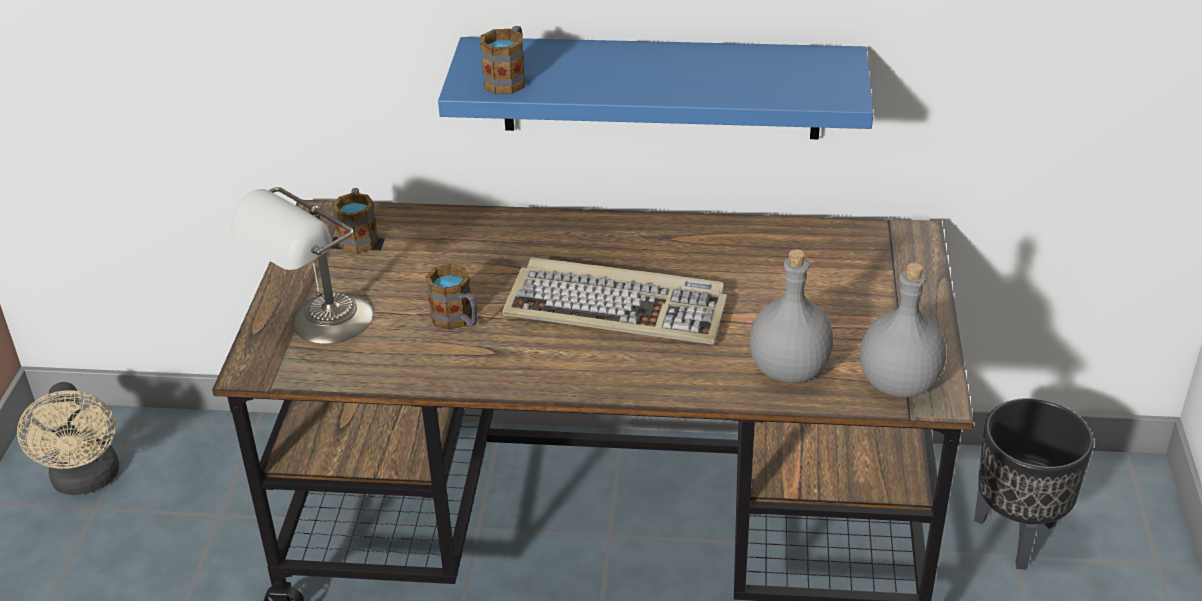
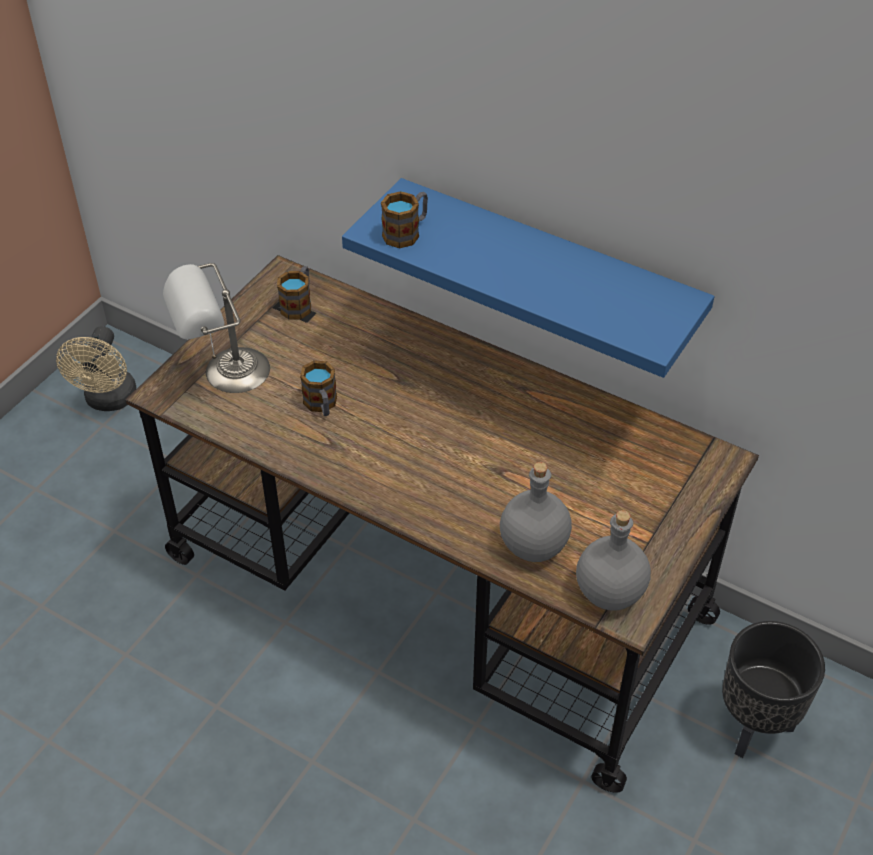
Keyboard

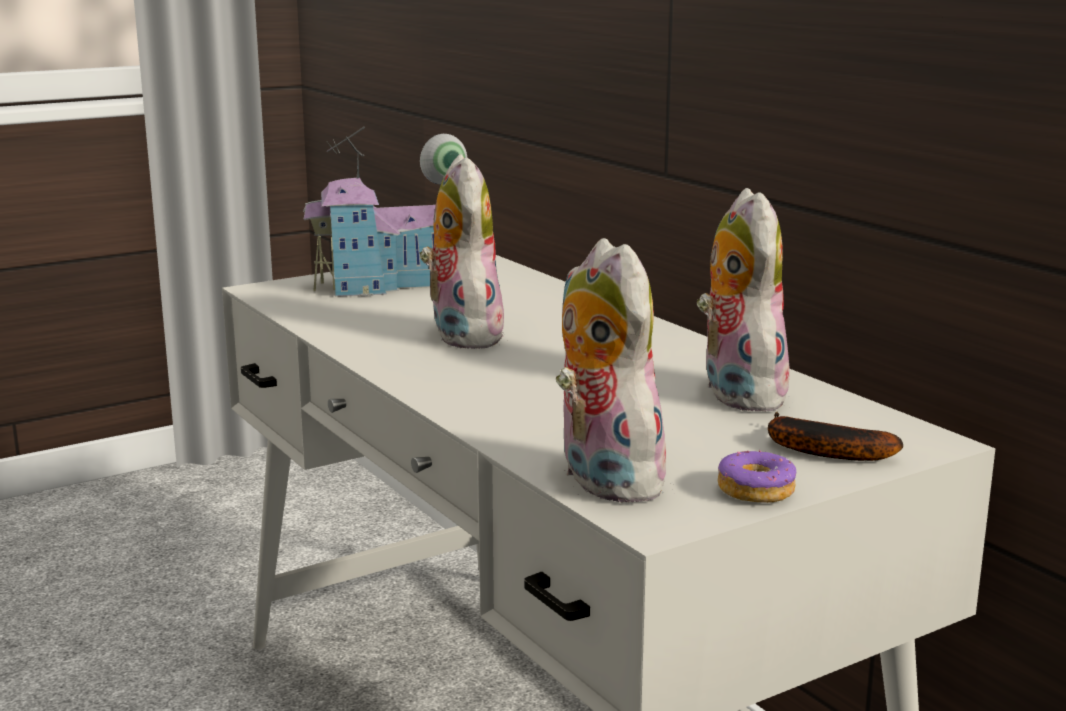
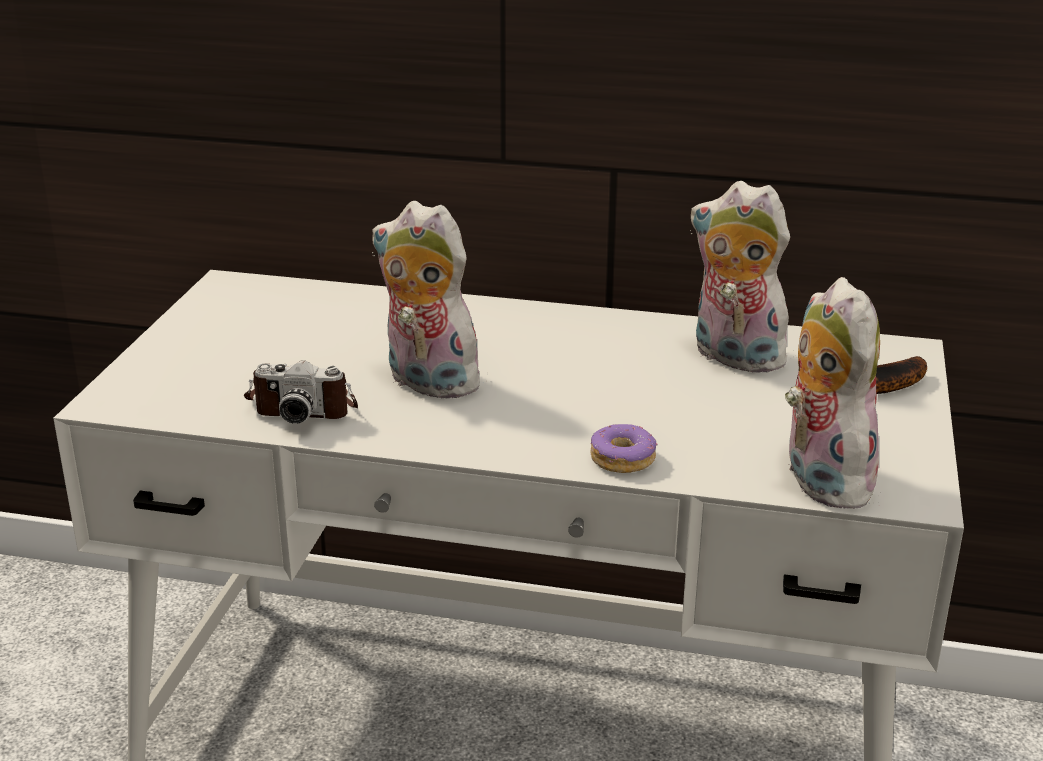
ToyHouse
PlushToy (3rd from left)
Donut
PhotoCamera

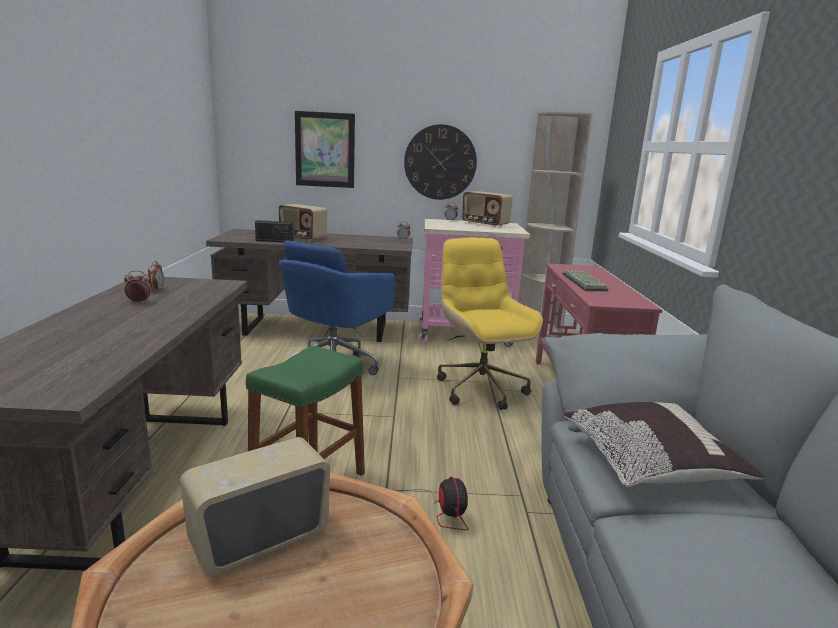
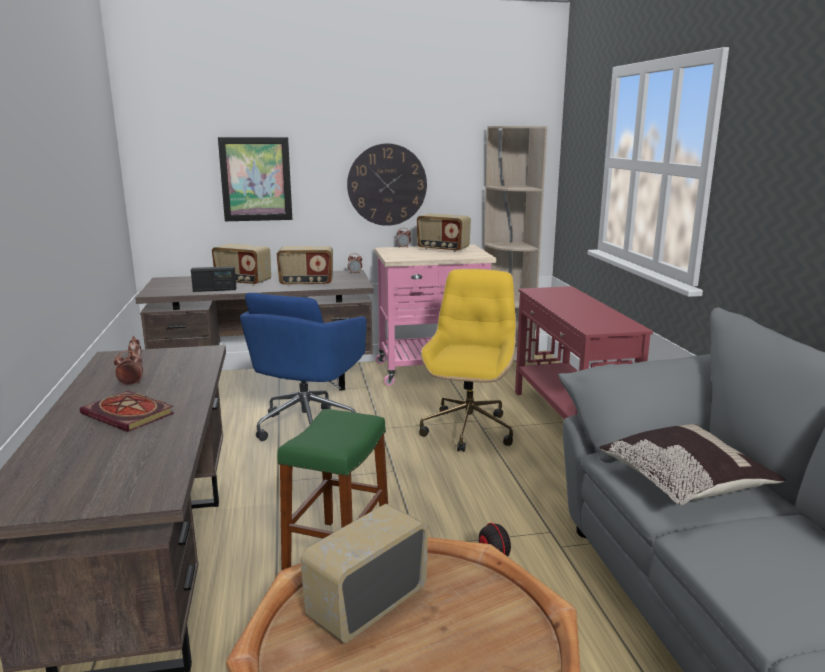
YellowOfficeChair
Keyboard
Radio (3rd from left)
Book

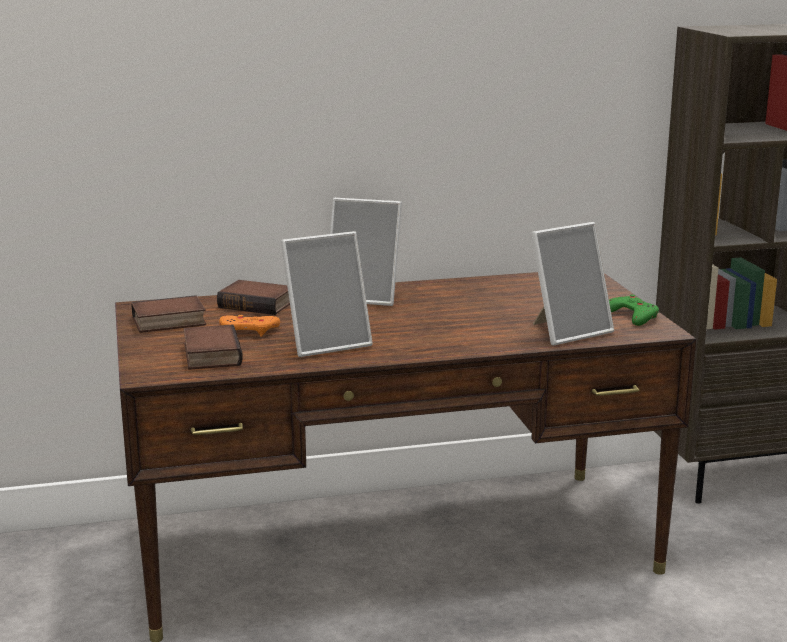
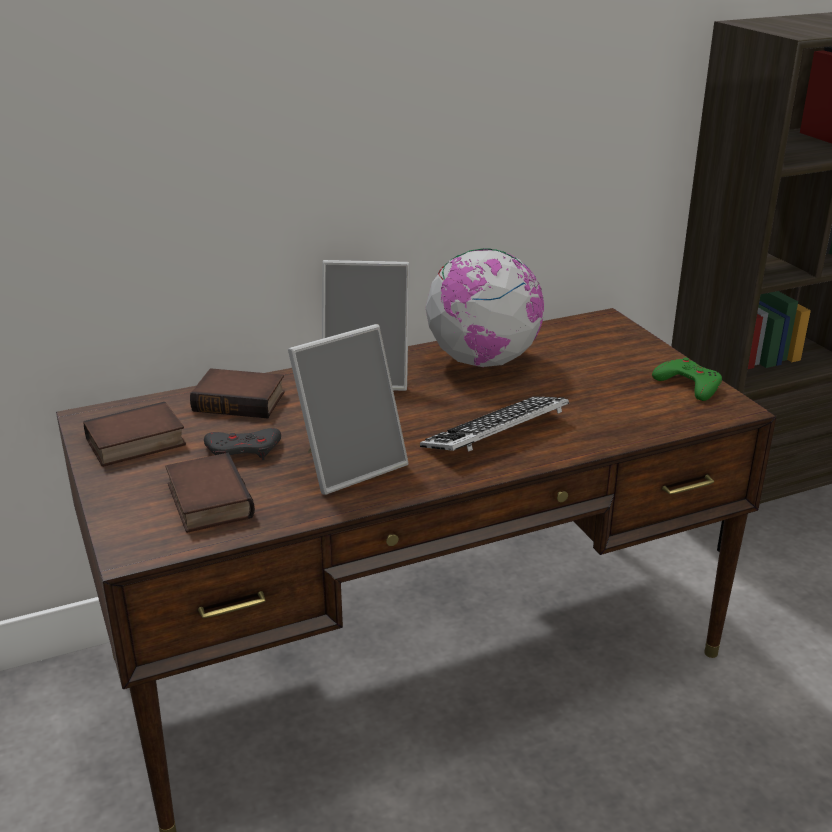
PictureFrame (3rd from left in the first image)
GreyGameController
Globe
Keyboard

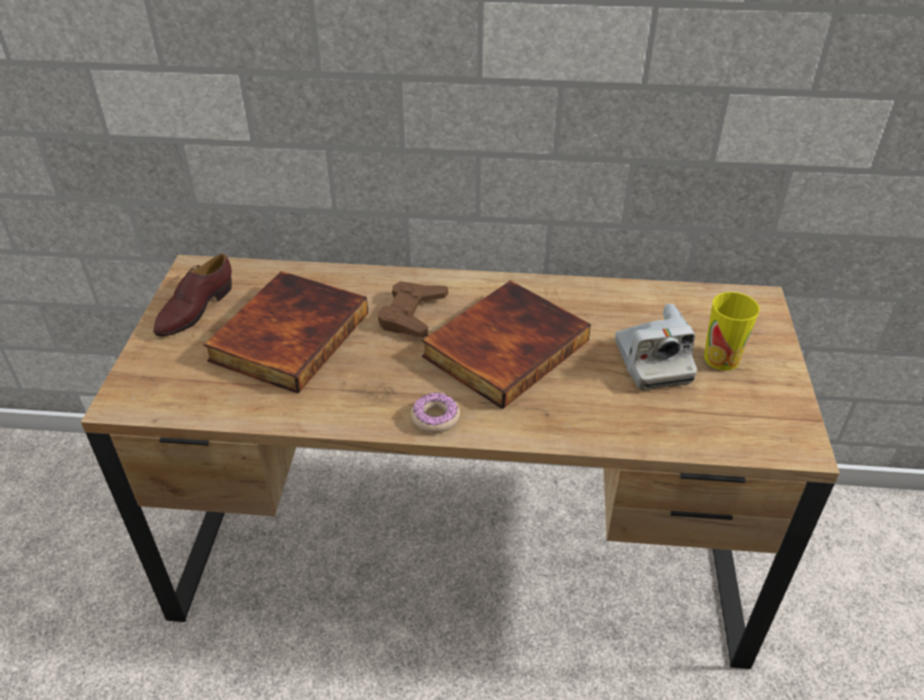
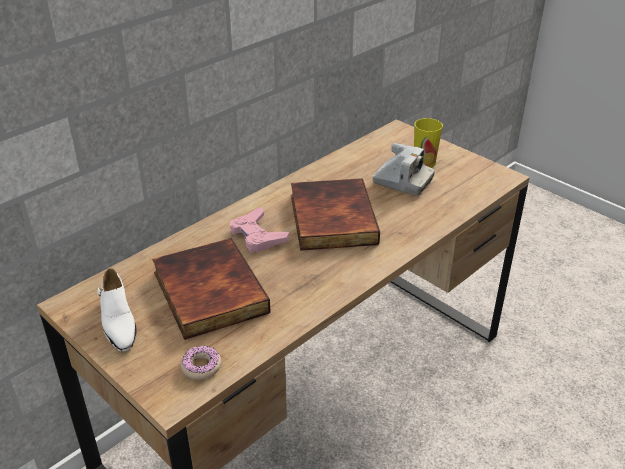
WhiteShoe
PinkGameController
Donut

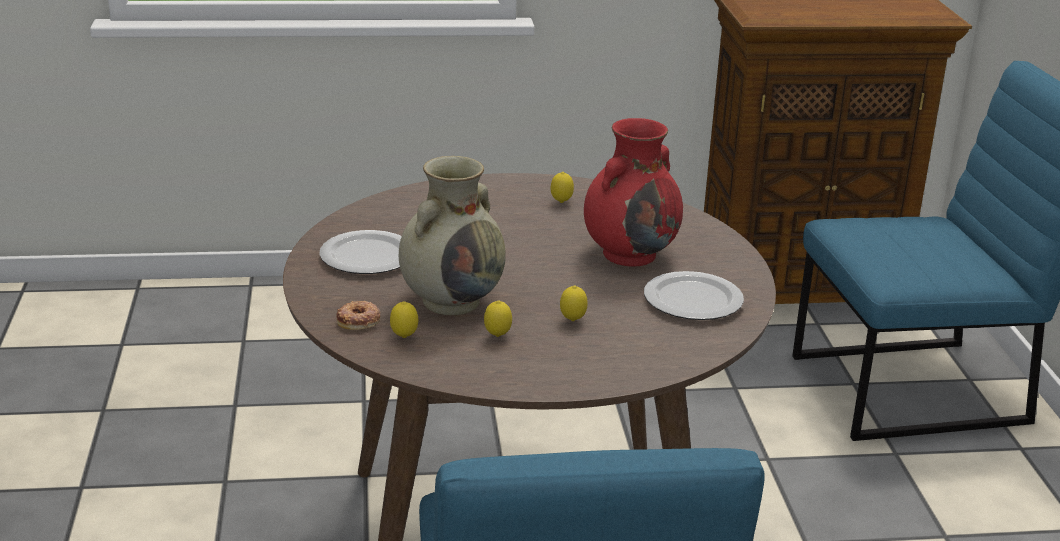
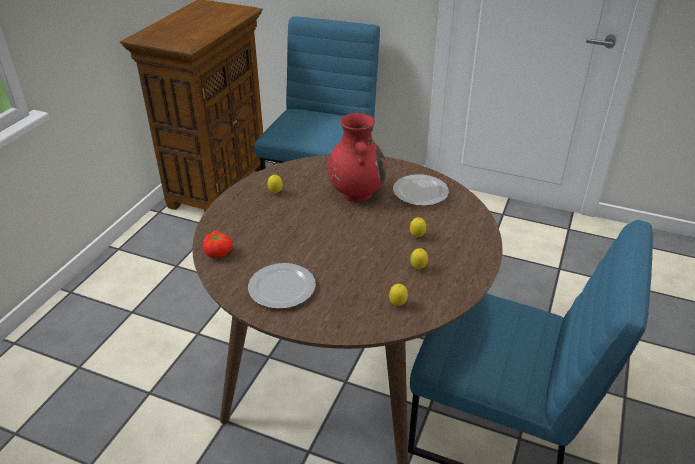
BeigeVase
Donut
Tomato

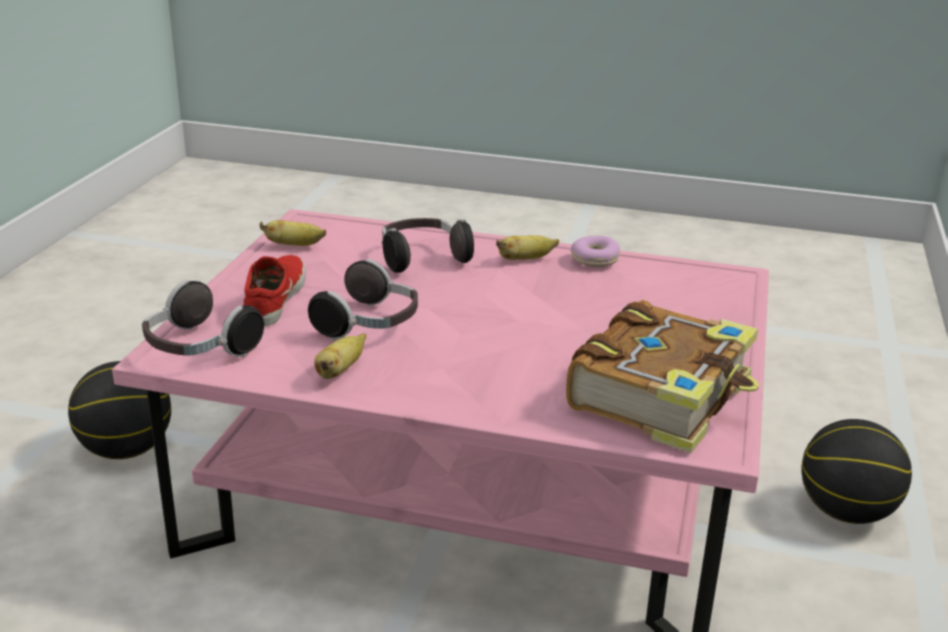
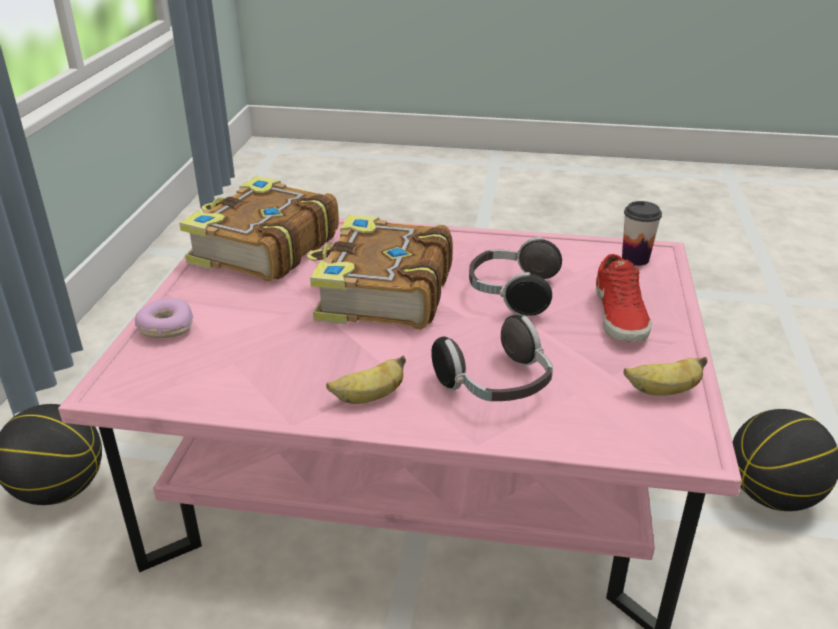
Donut
Cup
Banana (2nd from left in the first image)
Book (2nd from left)

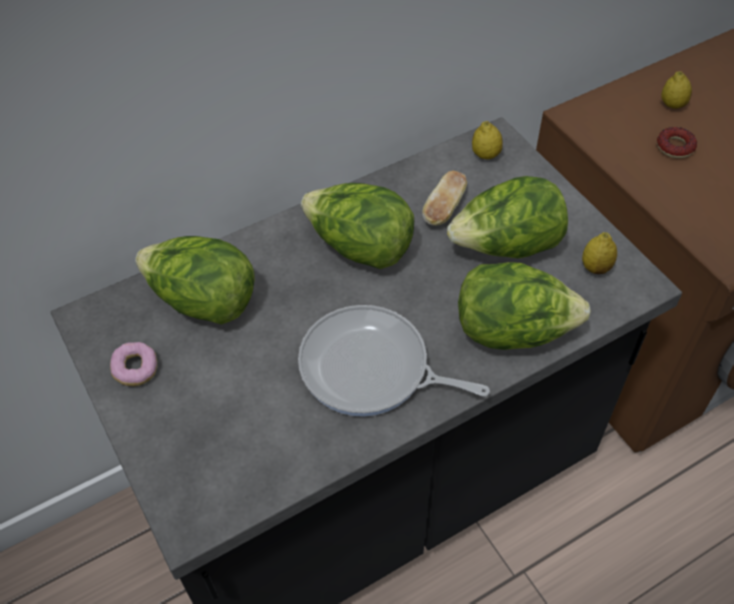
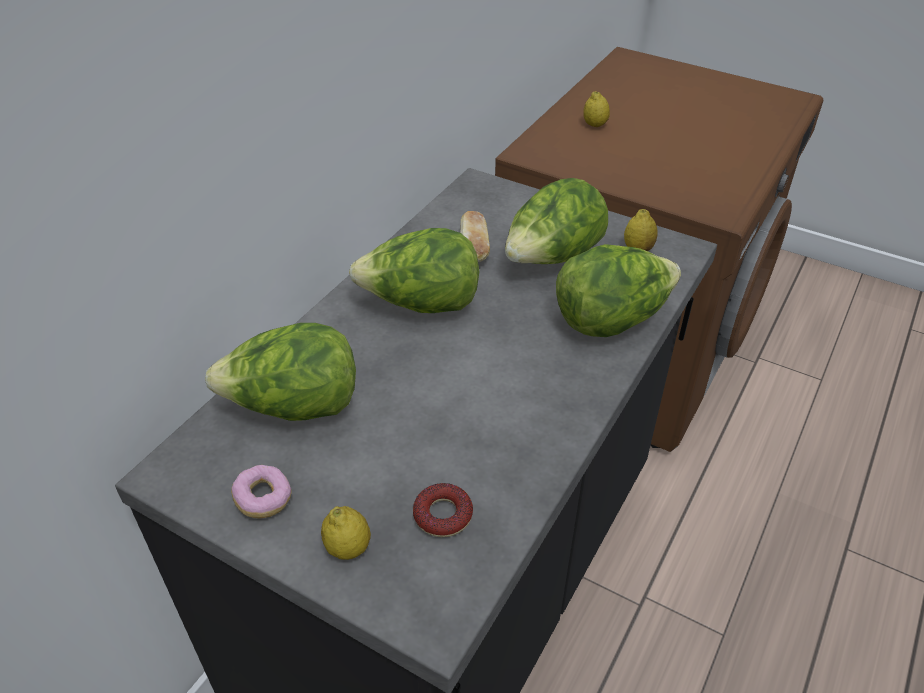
Lemon (1st from left)
Donut (2nd from left)
FryingPan

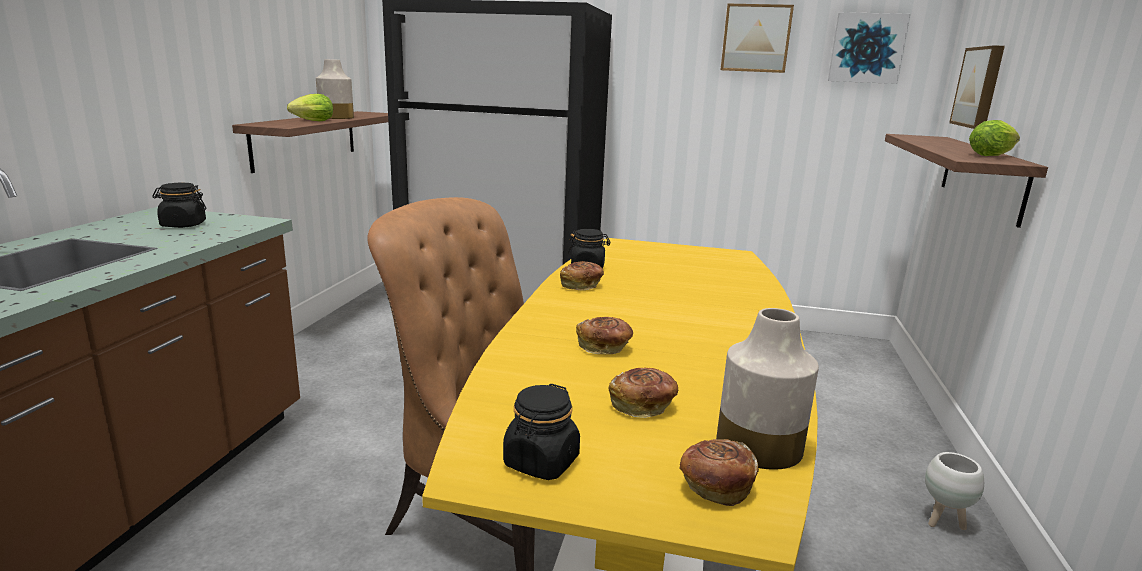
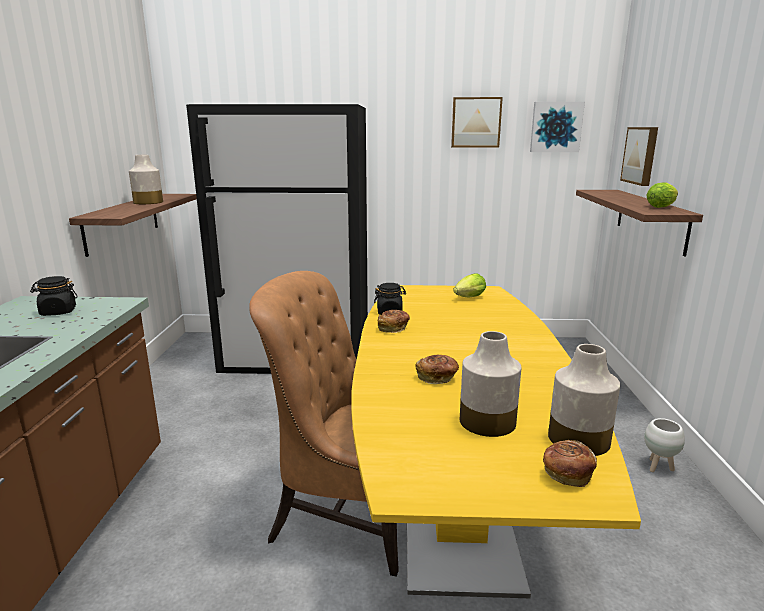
Lettuce (1st from left)
BeigeVase (2nd from left)
BlackJar (2nd from left in the first image)

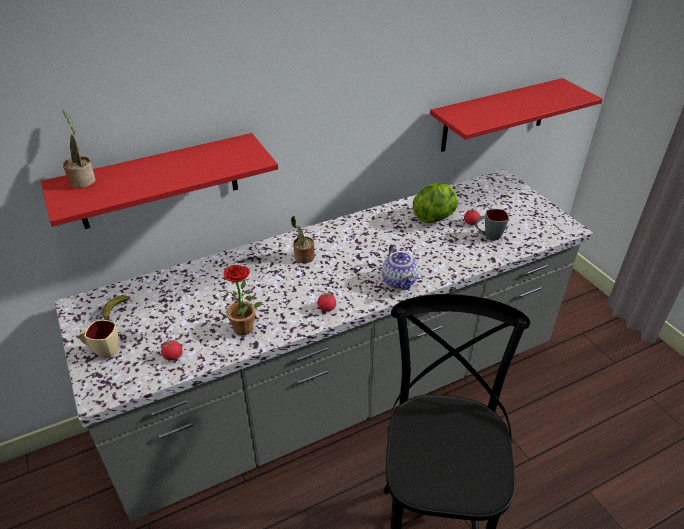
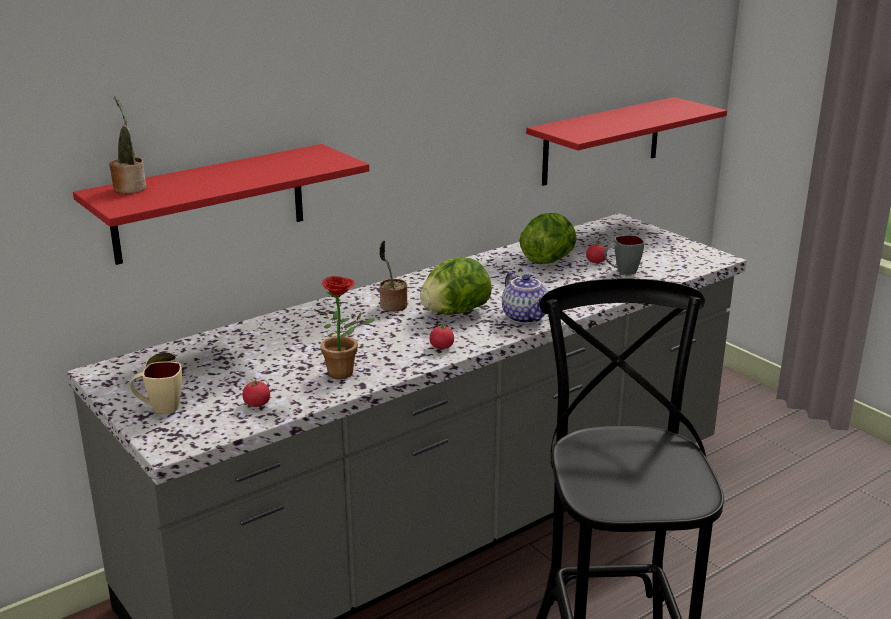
Lettuce (1st from left)

